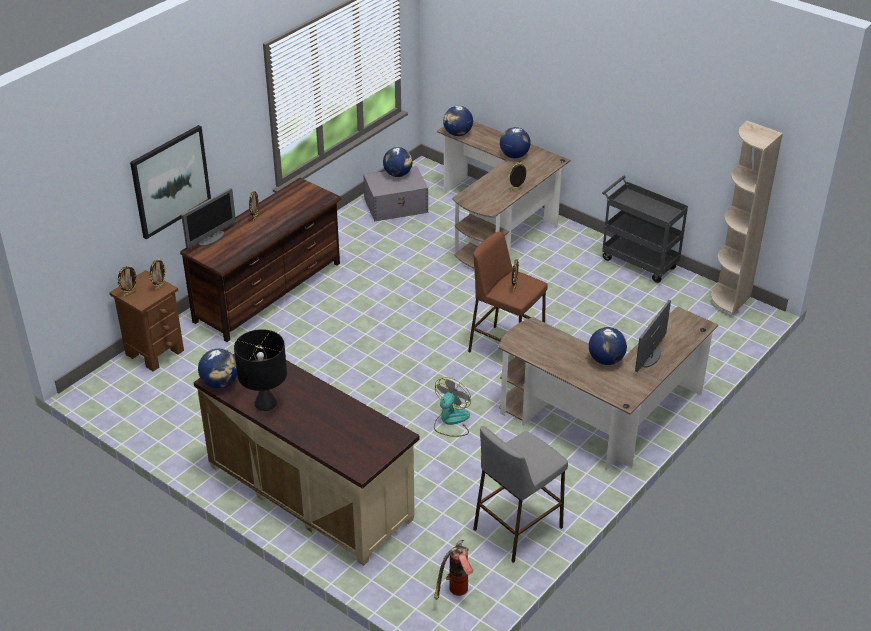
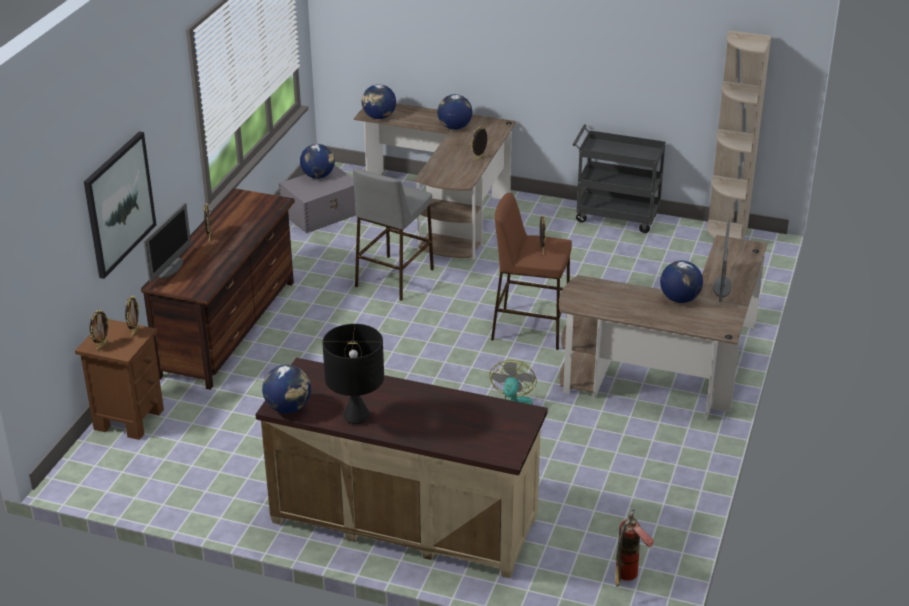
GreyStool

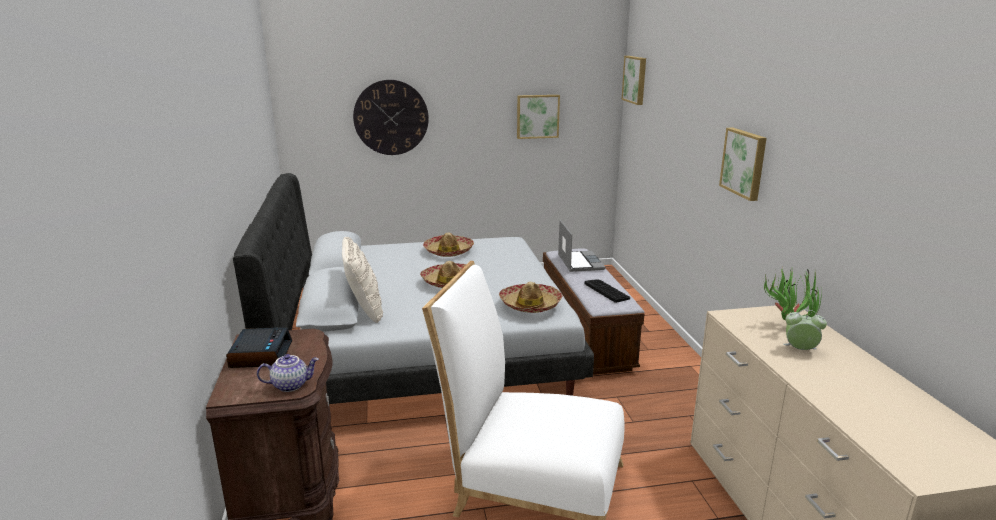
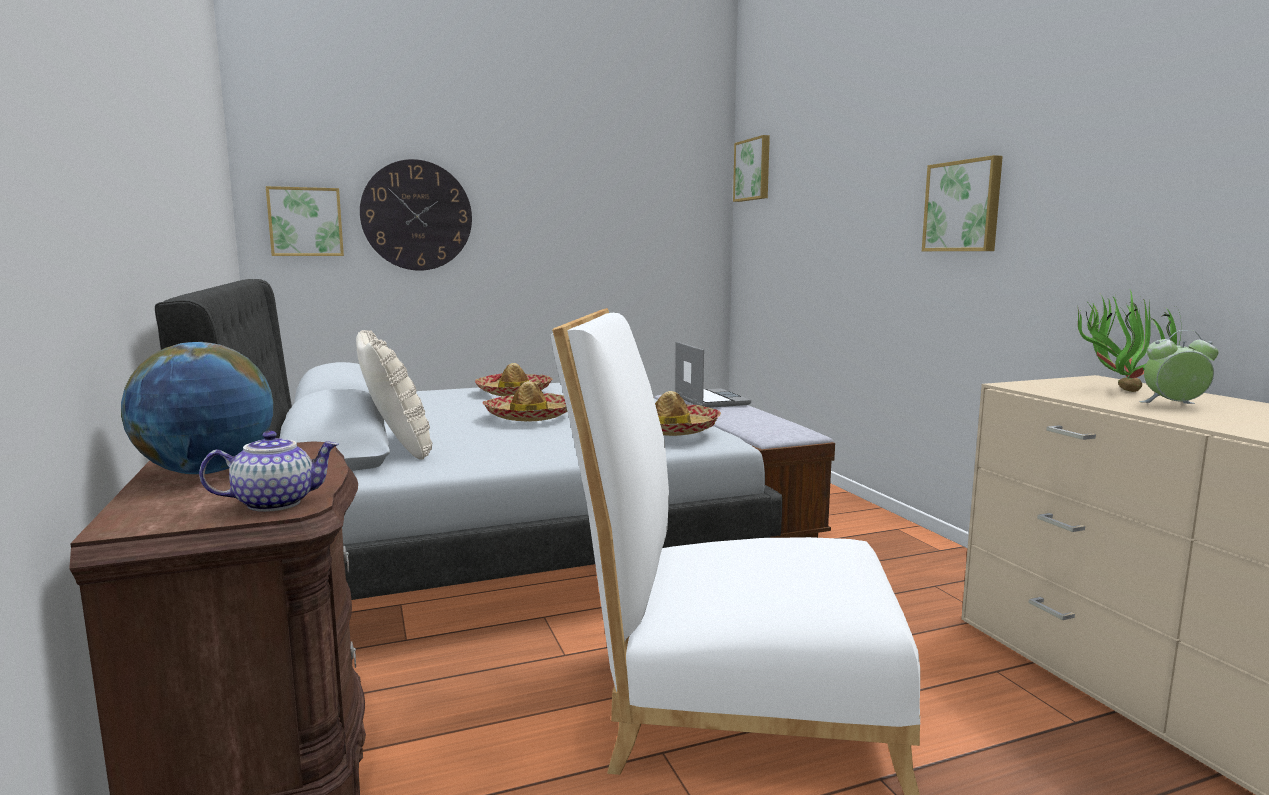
Picture (1st from left)
Keyboard
Globe

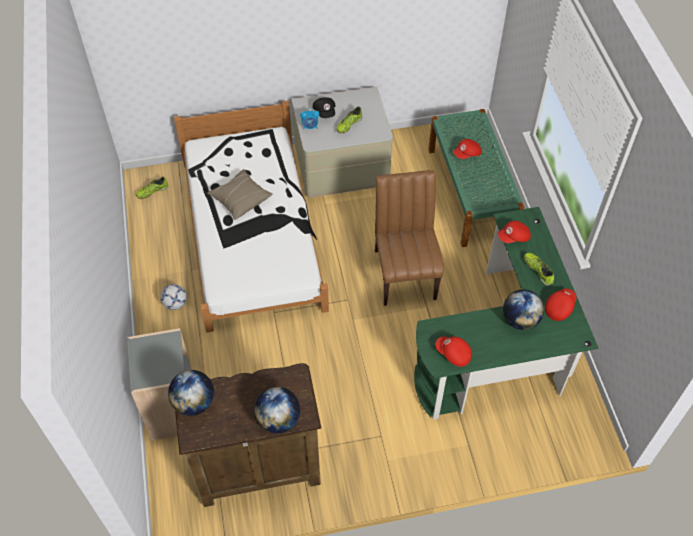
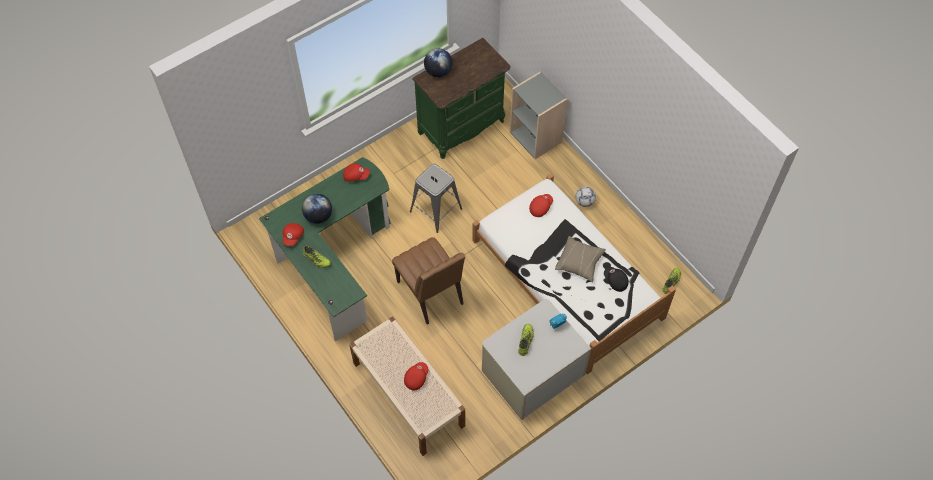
BlackCap
BeigeBench
RedCap (4th from left)
GreenDresser
Globe (1st from left in the first image)
GreyStool

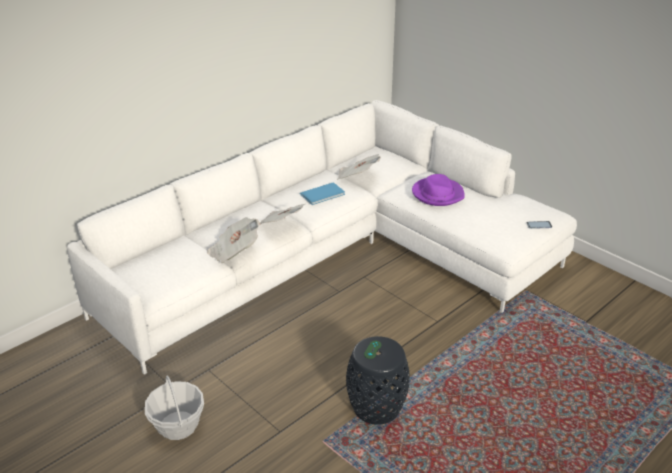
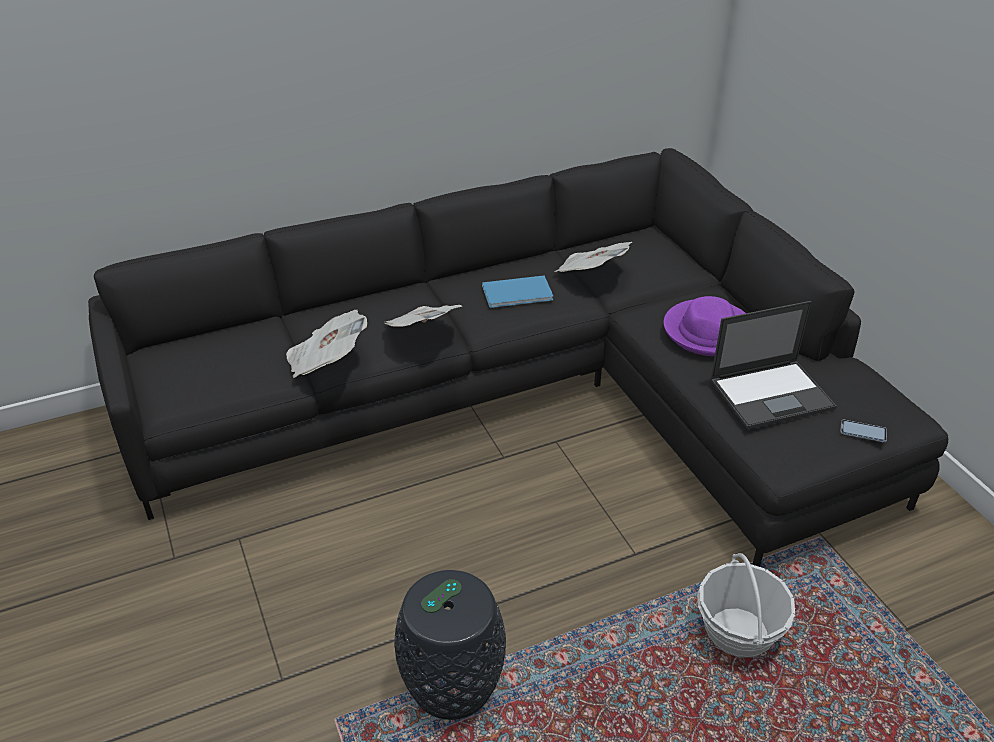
BlackSofa
Basket
Laptop

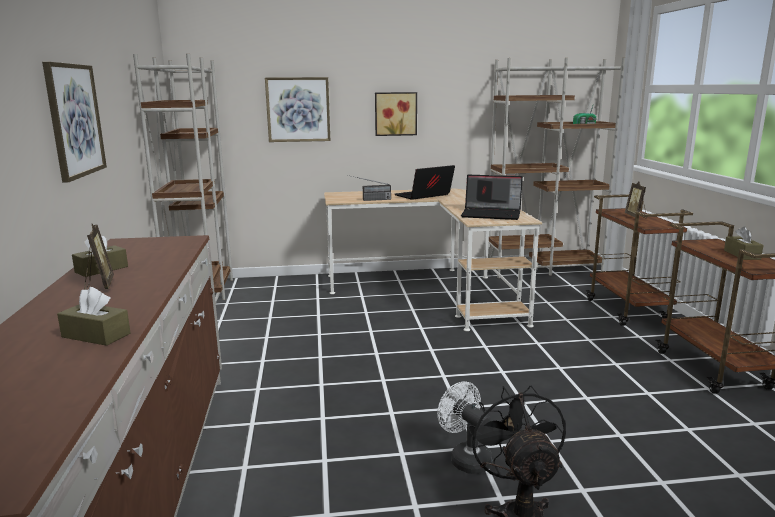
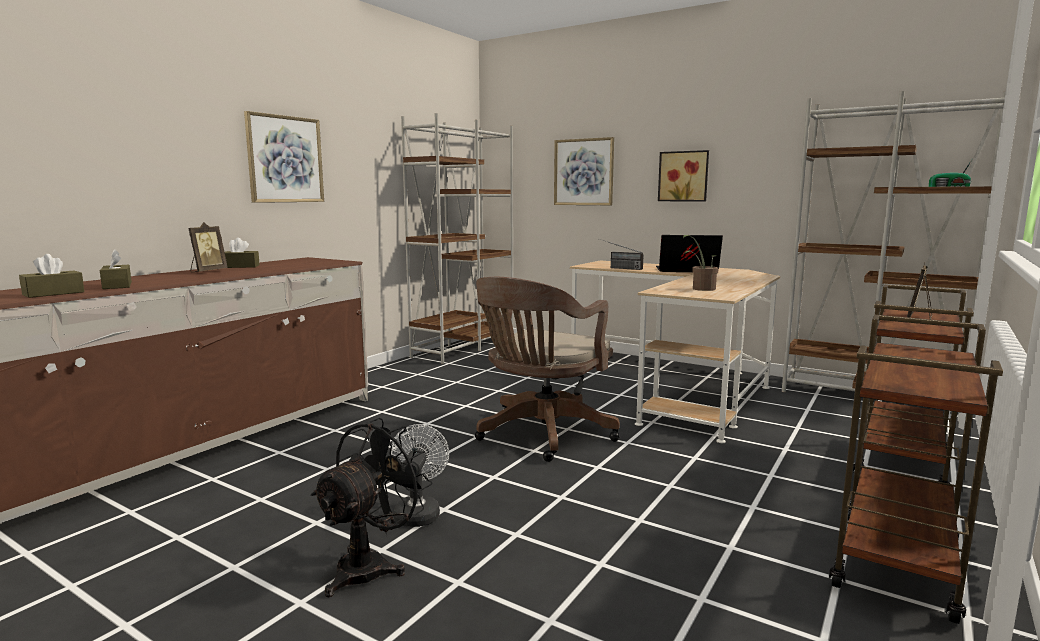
PottedPlant
BrownTissueBox (1st from left)
BrownOfficeChair

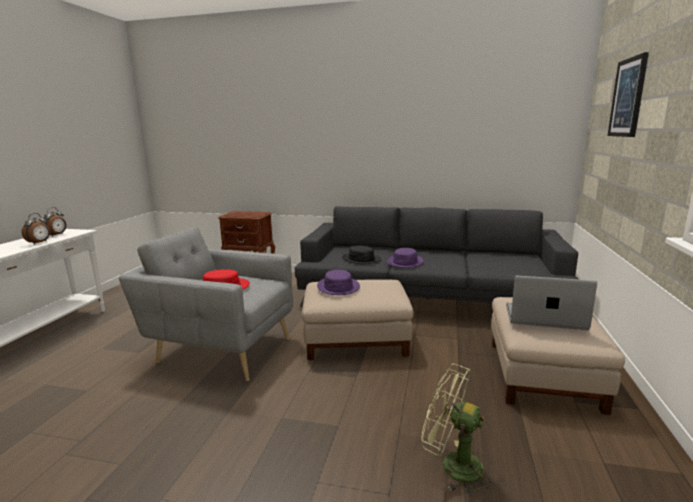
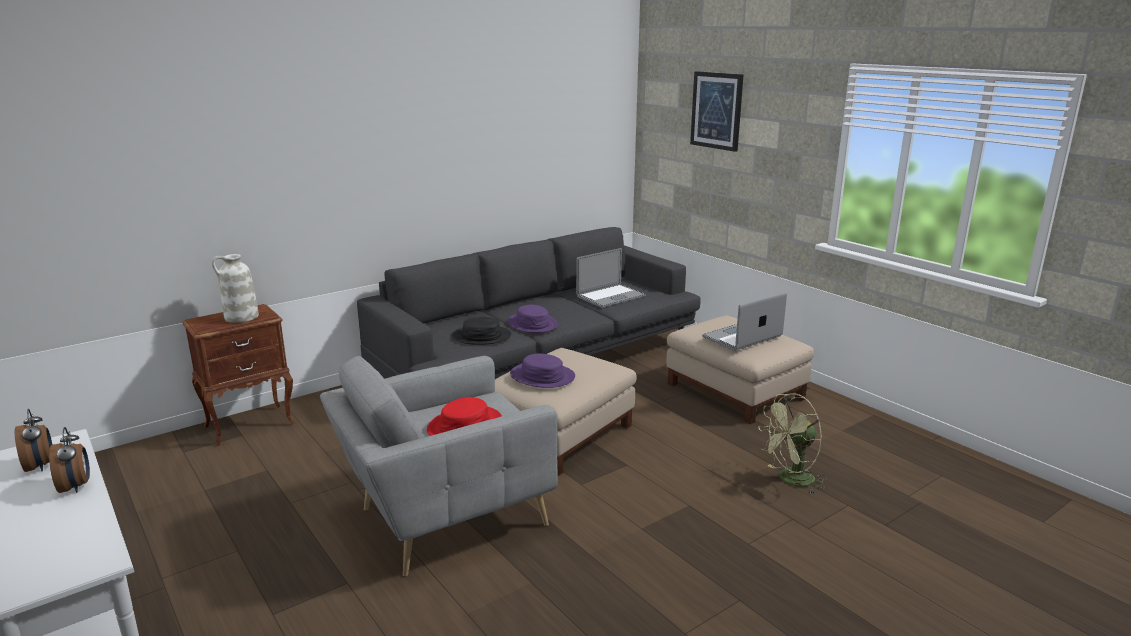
Laptop (1st from left)
WhiteVase

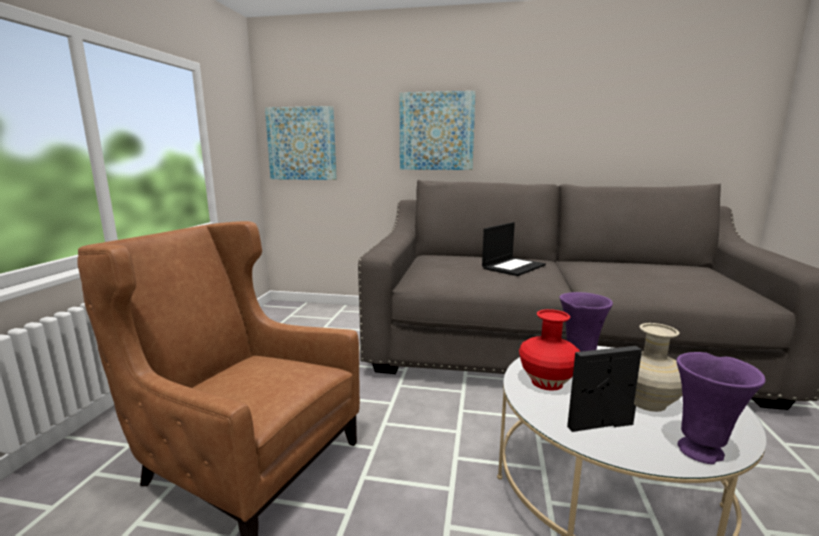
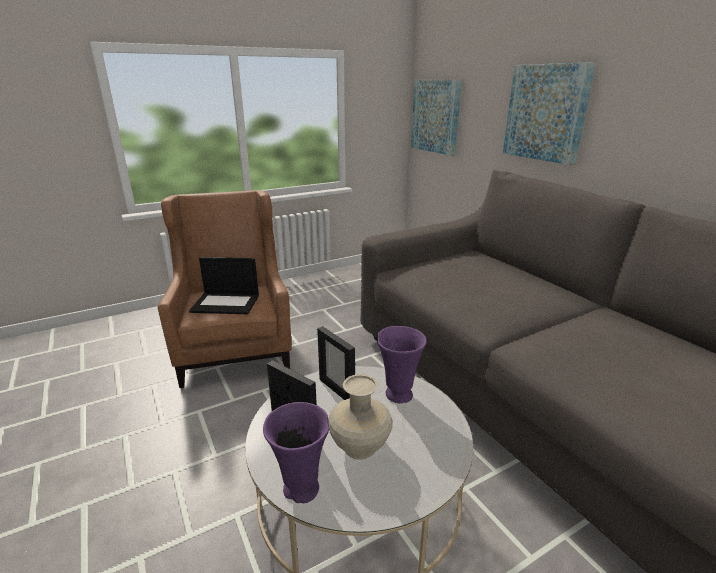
Laptop
PictureFrame (2nd from left)

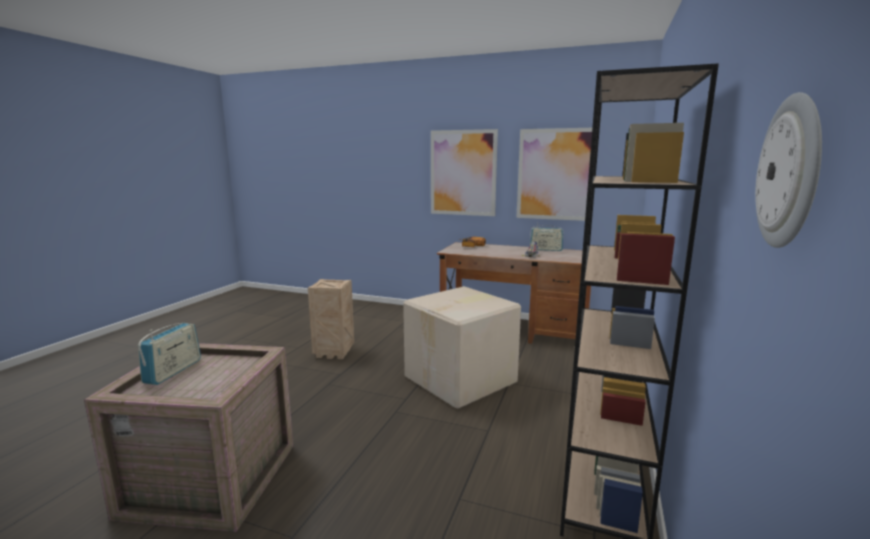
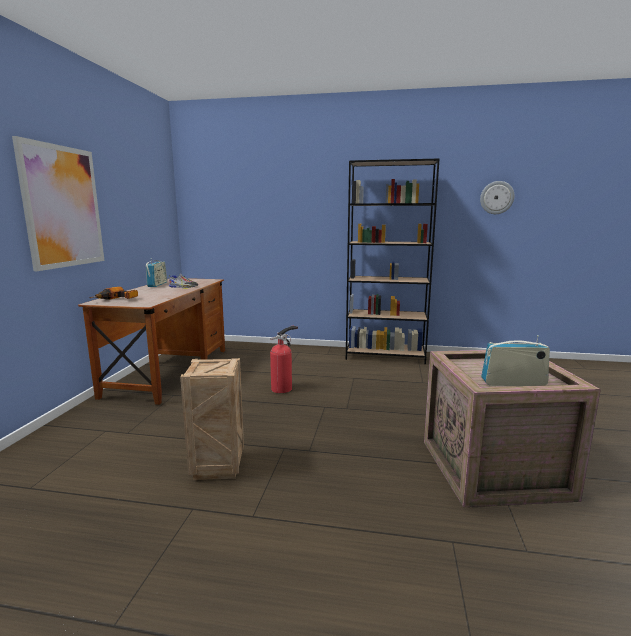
Picture (2nd from left in the first image)
FireExtinguisher

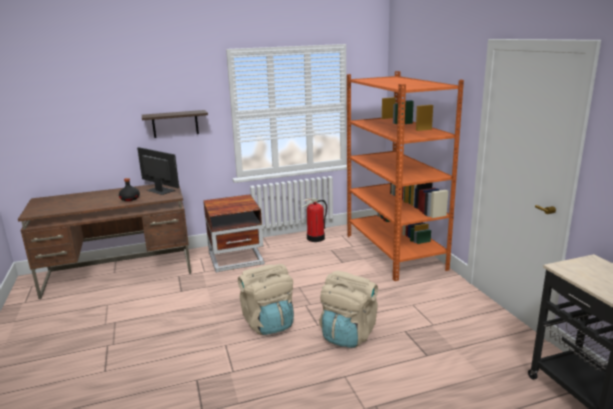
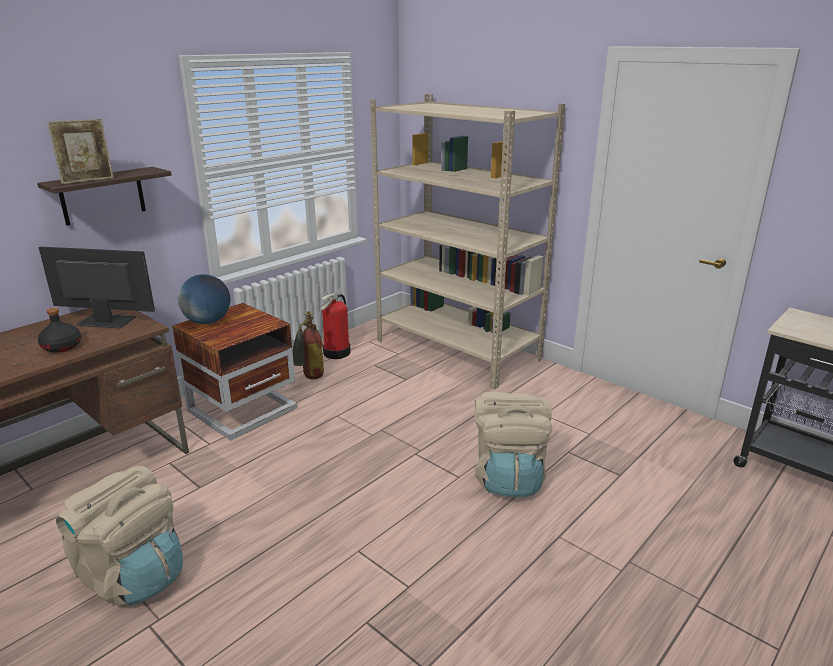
BeigeBookcase
BeigeBackpack (1st from left)
PictureFrame
Globe
FireExtinguisher (1st from left)

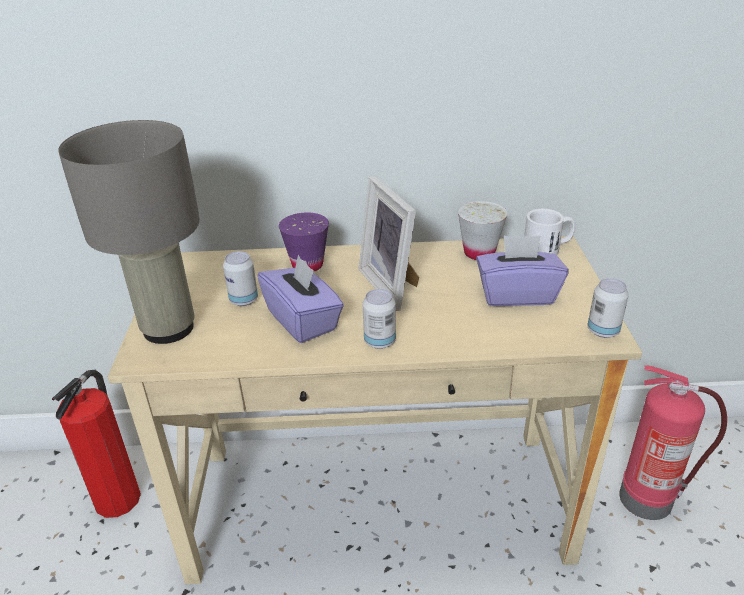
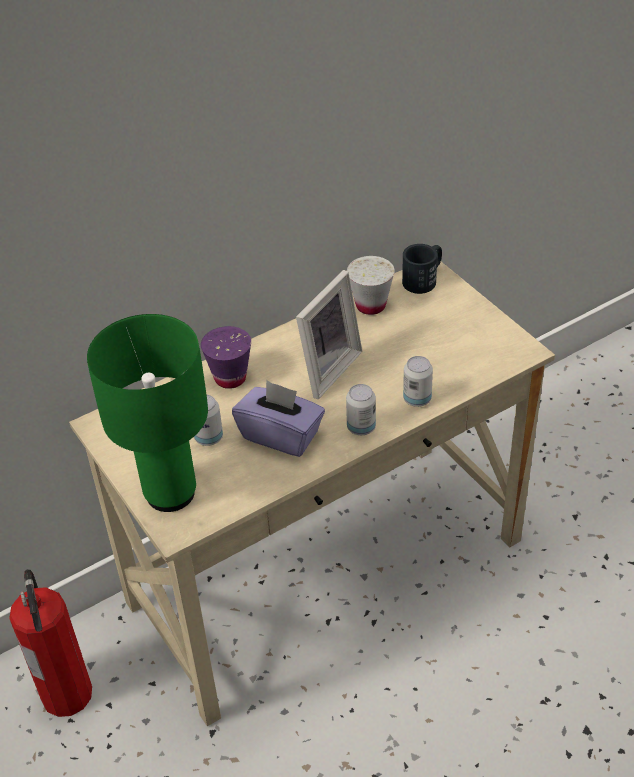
GreenTableLamp
PictureFrame
BlackMug
PurpleTissueBox (2nd from left in the first image)
Can (3rd from left)
FireExtinguisher (2nd from left in the first image)

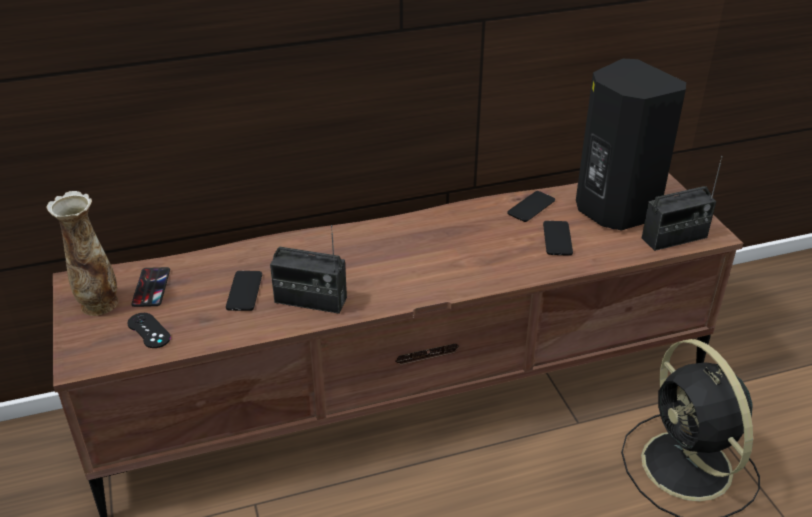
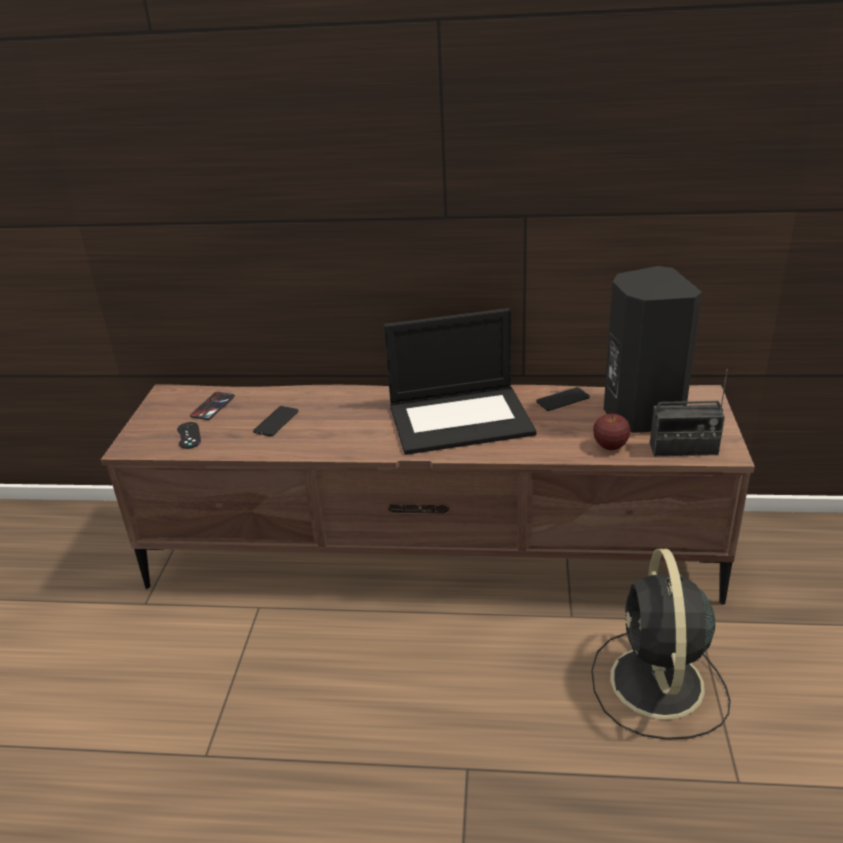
Vase
Phone (4th from left in the first image)
Radio (1st from left in the first image)
Laptop
Apple

